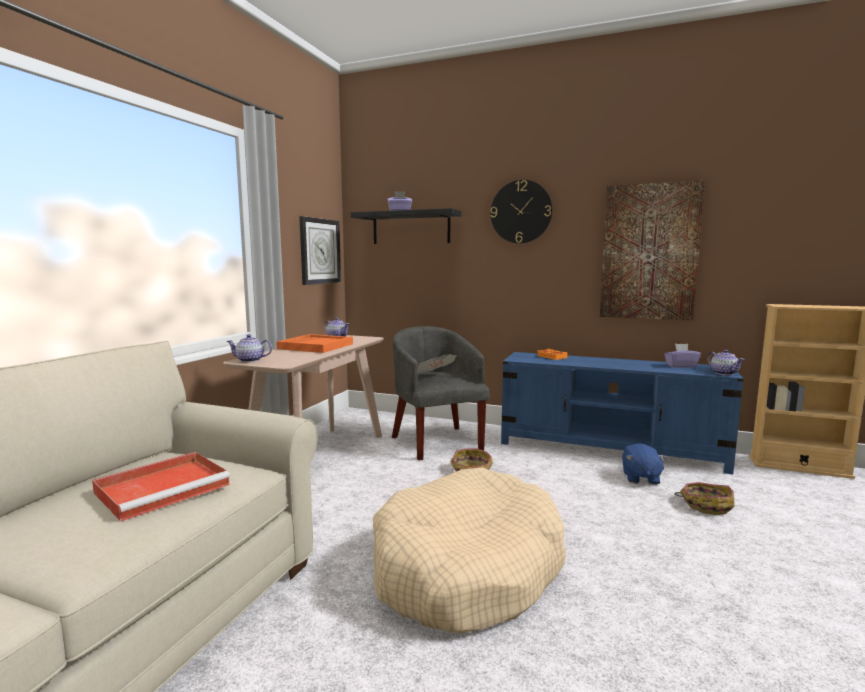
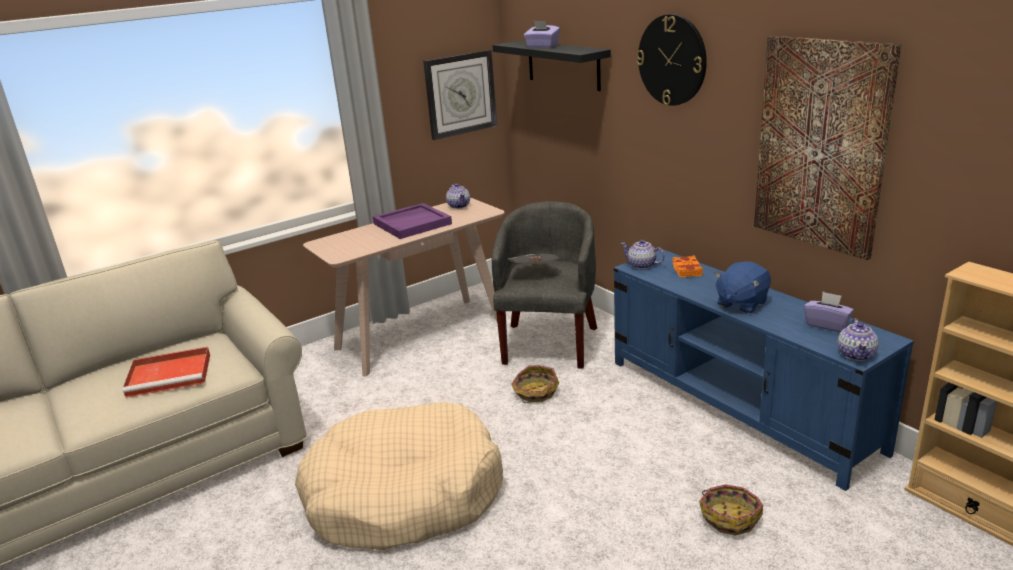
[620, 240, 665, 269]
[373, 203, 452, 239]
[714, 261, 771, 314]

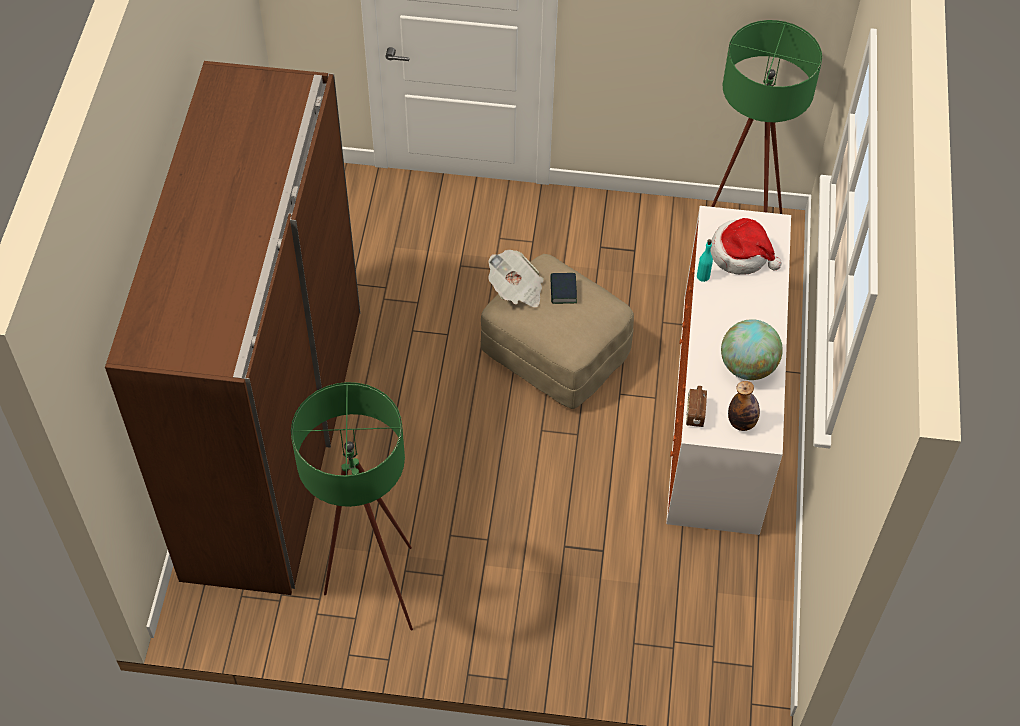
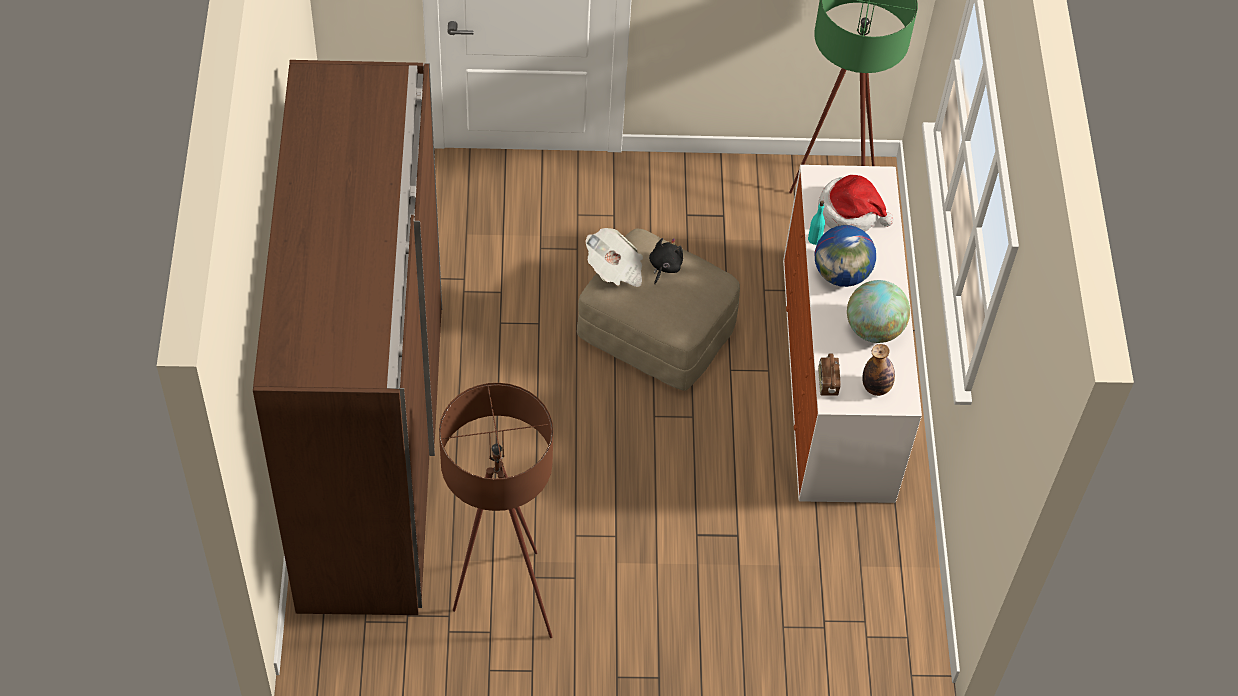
[439, 383, 553, 638]
[649, 238, 683, 284]
[815, 225, 876, 287]

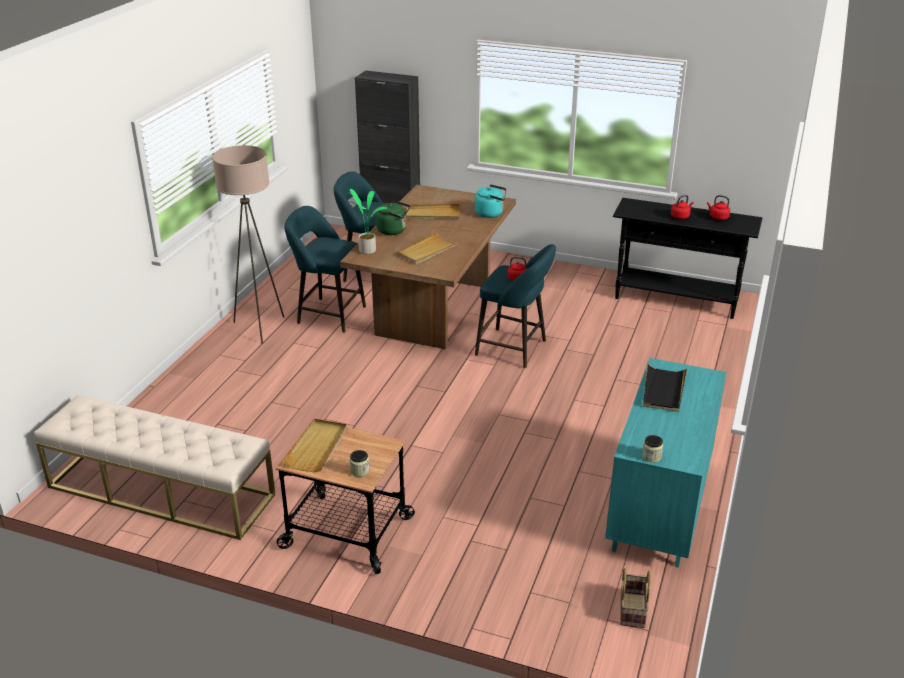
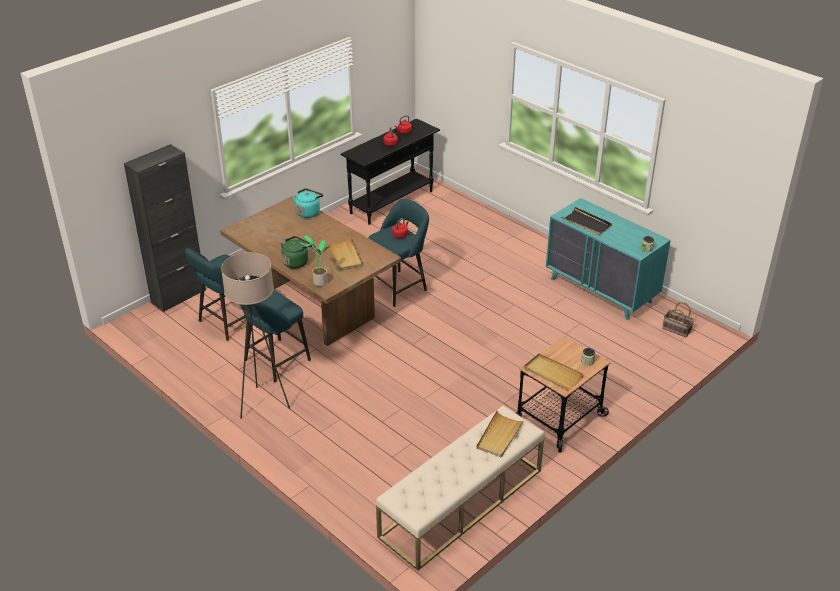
[476, 411, 525, 458]

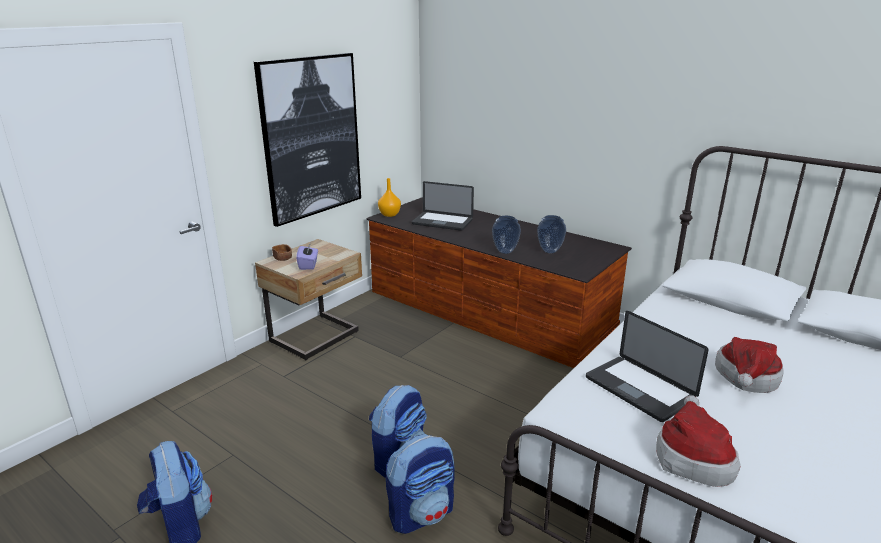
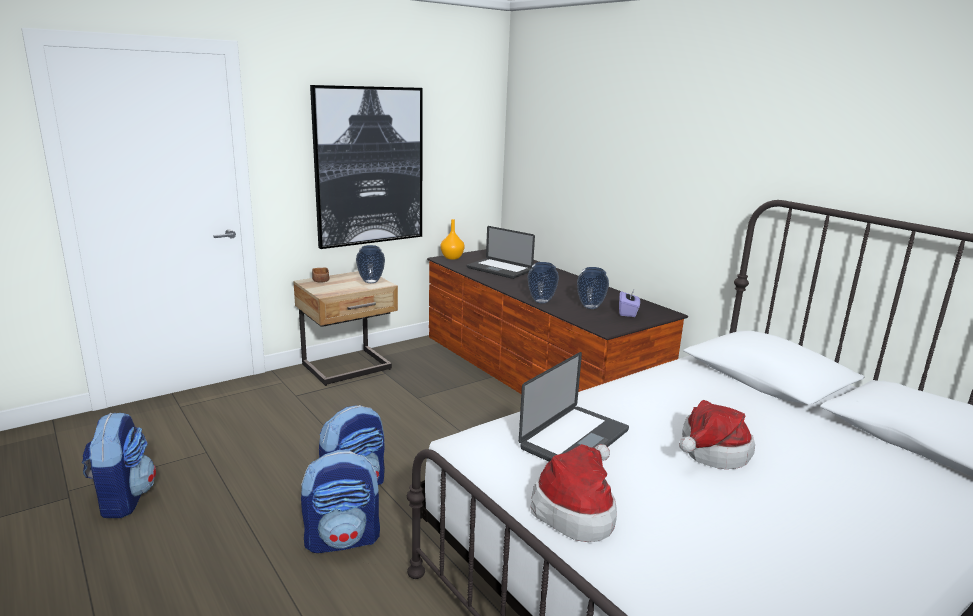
[619, 290, 640, 317]
[519, 352, 629, 461]
[356, 245, 385, 283]

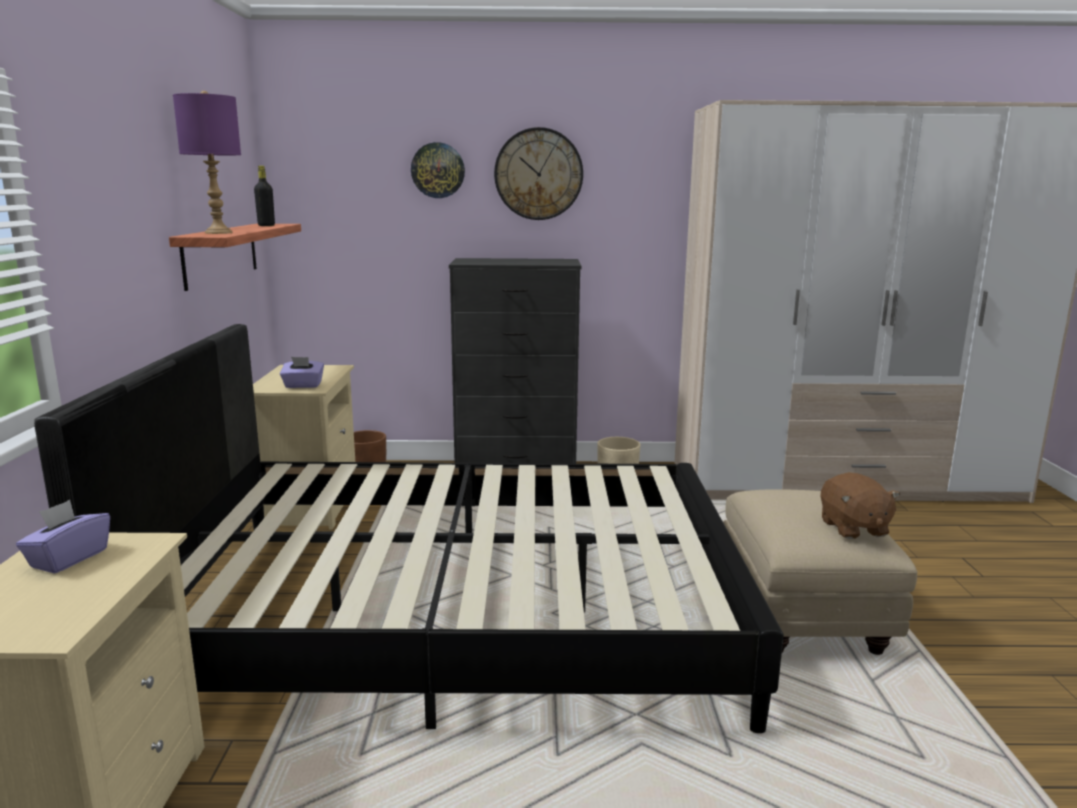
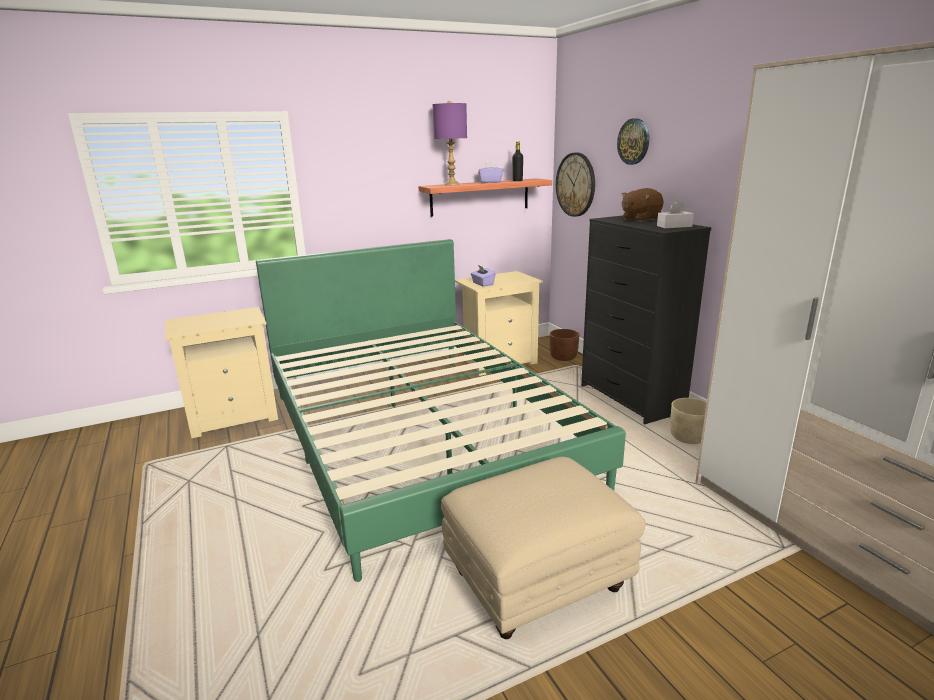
[478, 162, 503, 183]
[256, 239, 626, 582]
[556, 152, 595, 217]
[621, 188, 664, 222]
[657, 200, 694, 228]

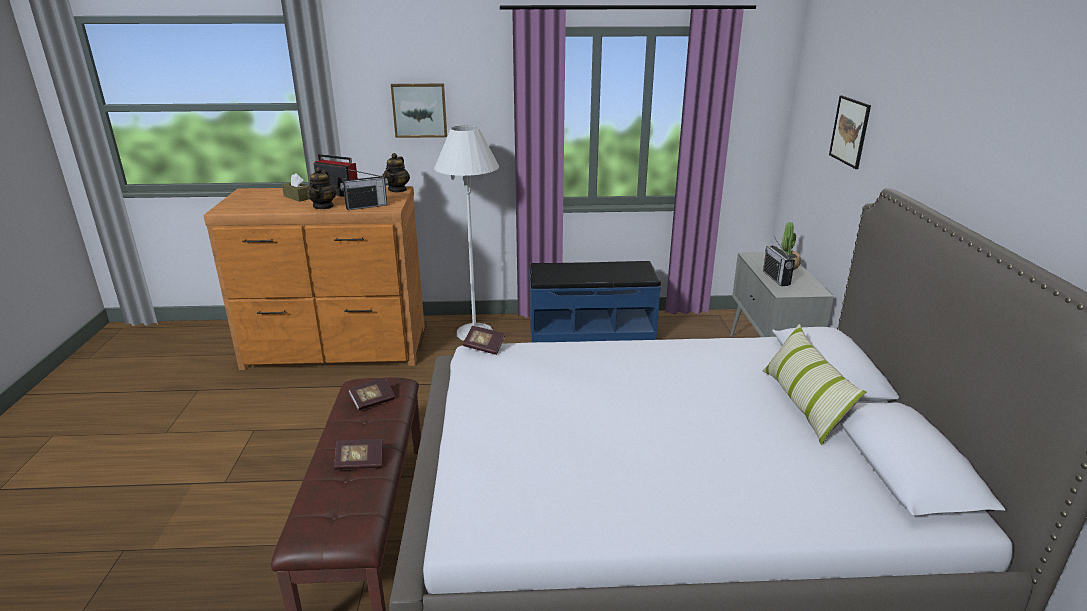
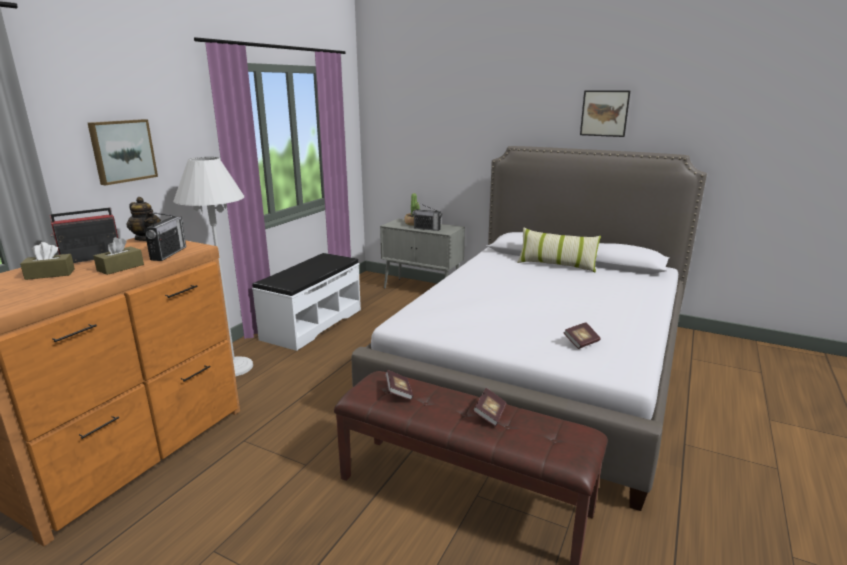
[93, 237, 144, 275]
[563, 322, 601, 349]
[252, 253, 361, 351]
[580, 90, 630, 137]

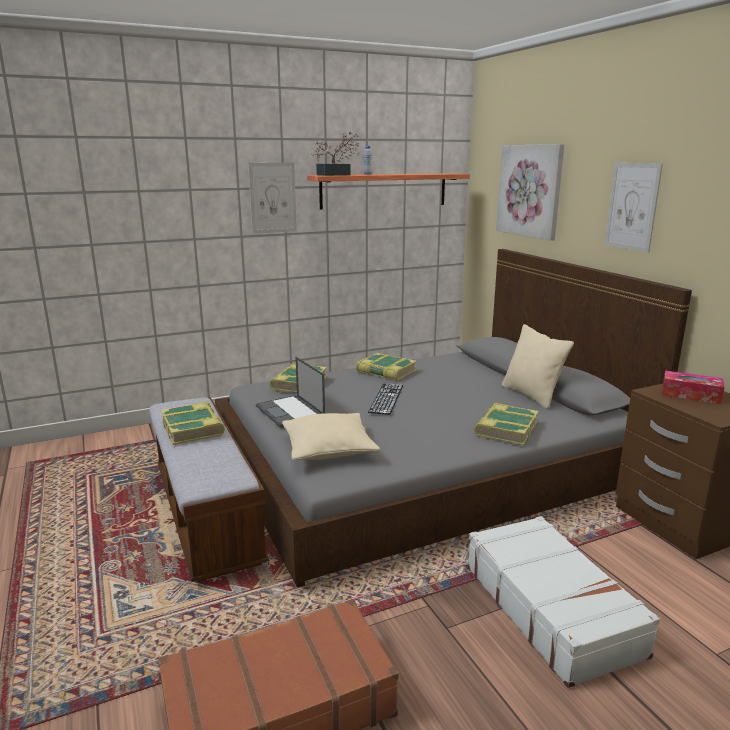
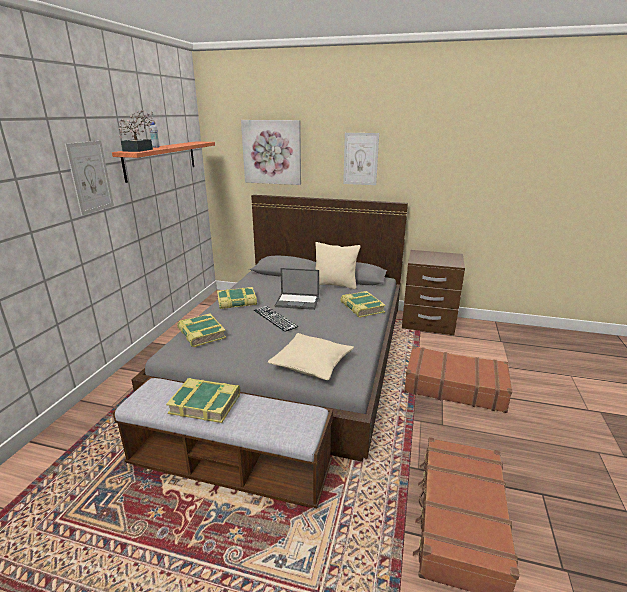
[275, 268, 319, 310]
[404, 346, 512, 413]
[662, 370, 725, 404] (first image)

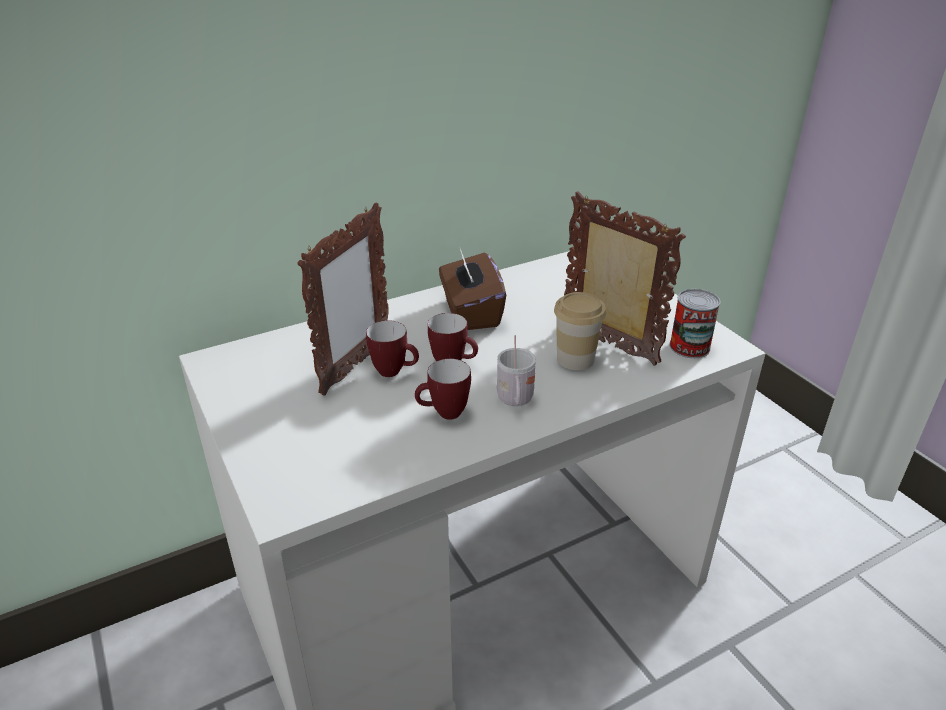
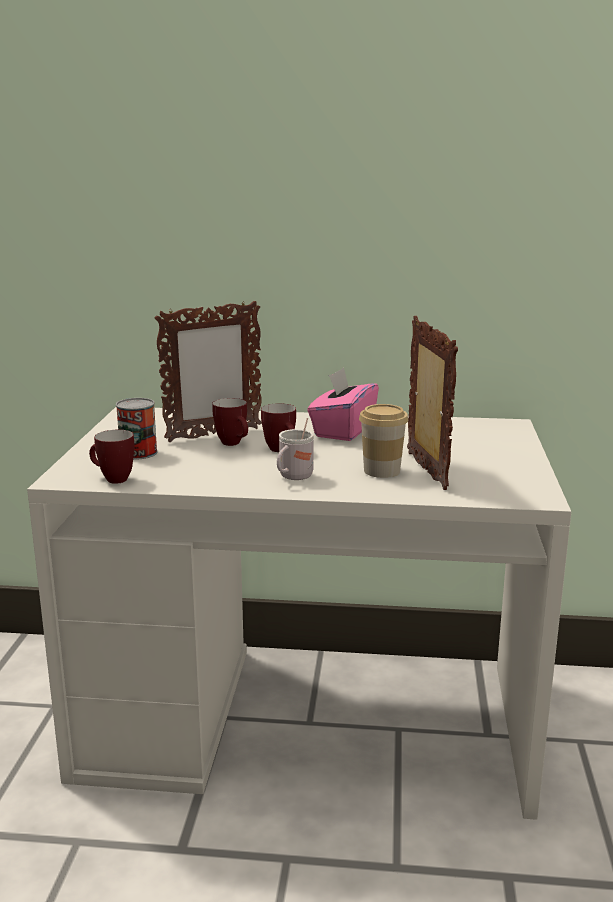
[89, 430, 134, 484]
[307, 367, 379, 441]
[116, 398, 158, 460]

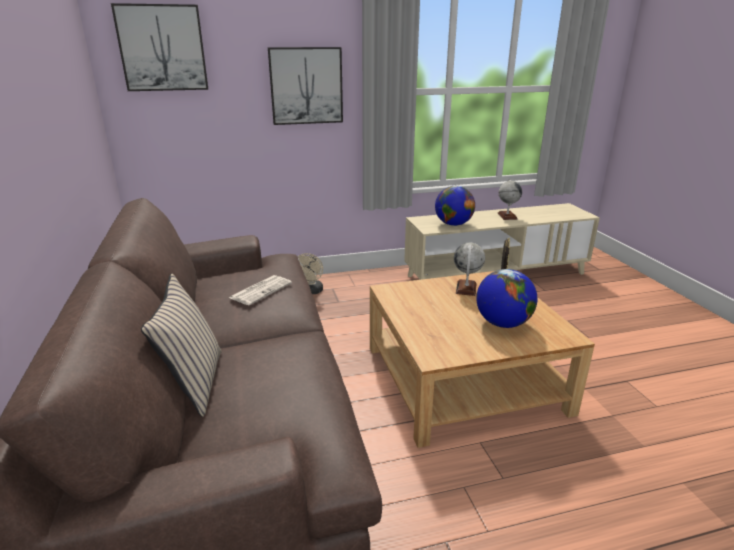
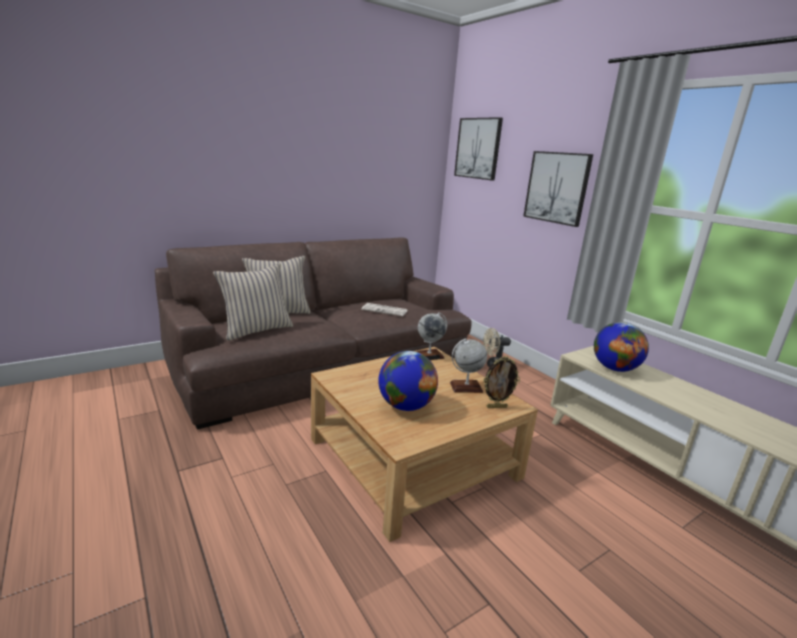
[416, 312, 447, 360]
[213, 263, 293, 341]

